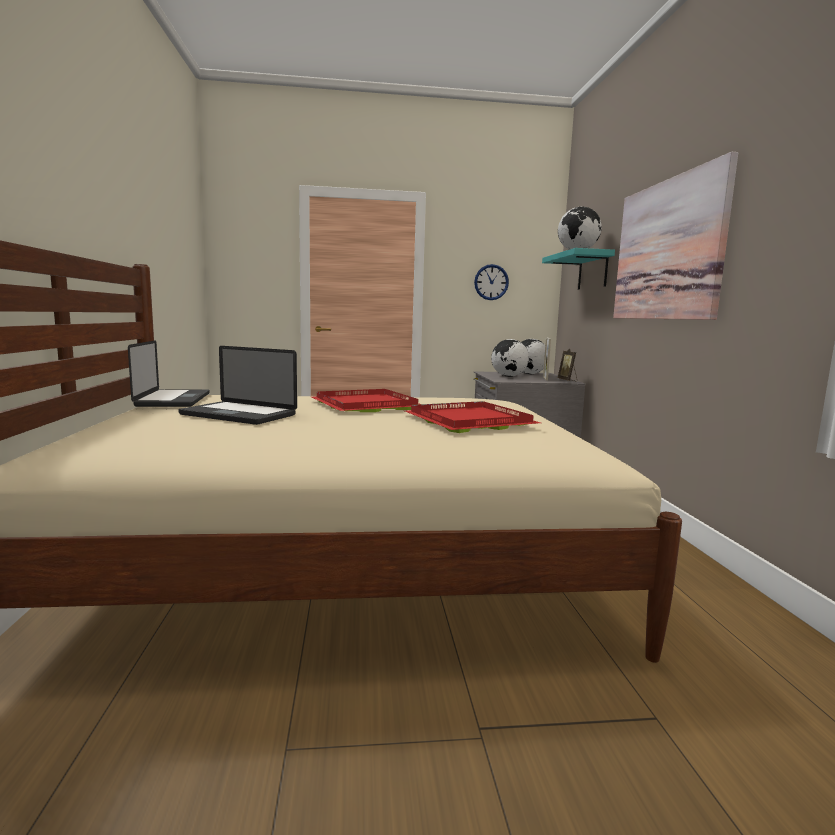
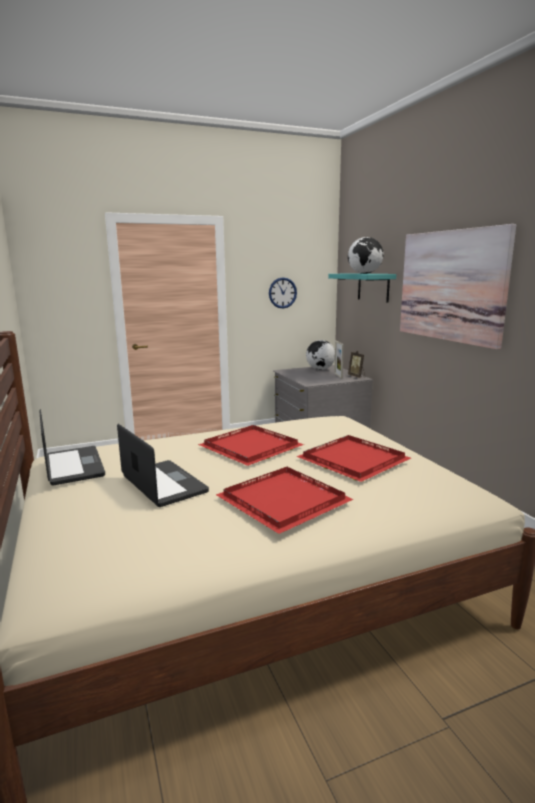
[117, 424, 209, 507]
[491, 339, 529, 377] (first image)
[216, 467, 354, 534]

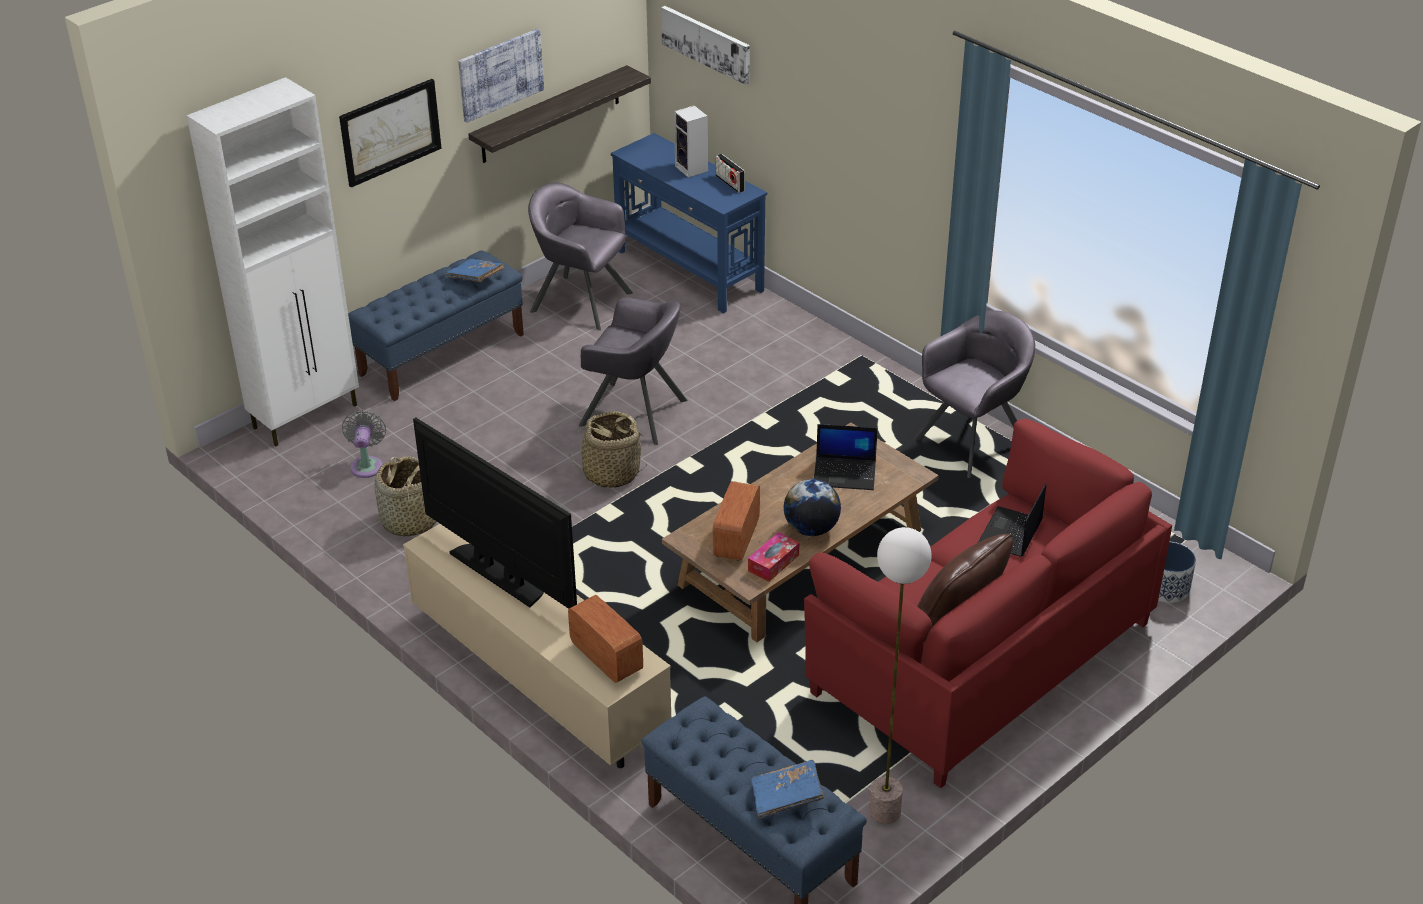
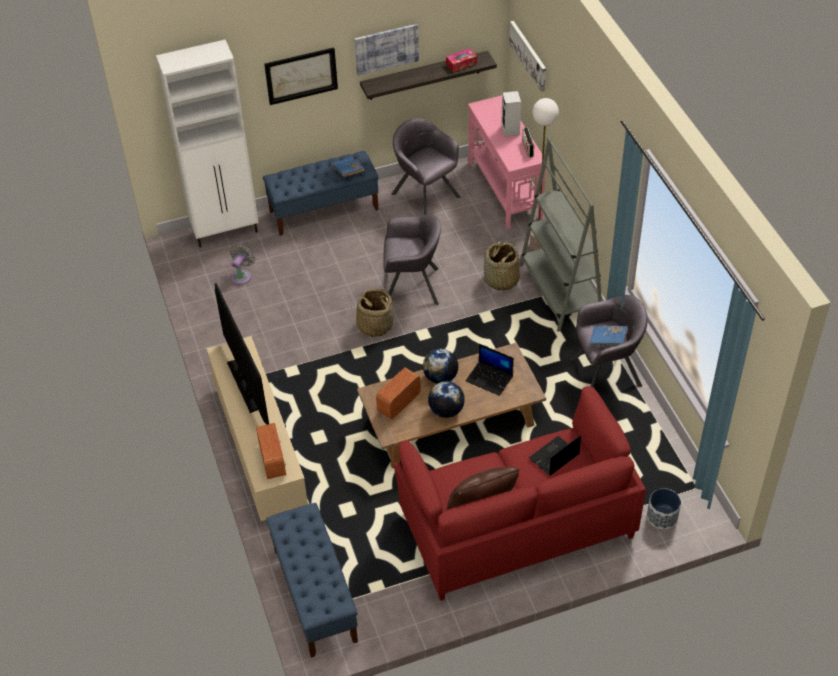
[484, 241, 520, 292]
[383, 214, 441, 305]
[468, 95, 547, 229]
[446, 49, 477, 72]
[589, 326, 628, 346]
[530, 98, 559, 250]
[423, 349, 458, 384]
[519, 137, 602, 332]

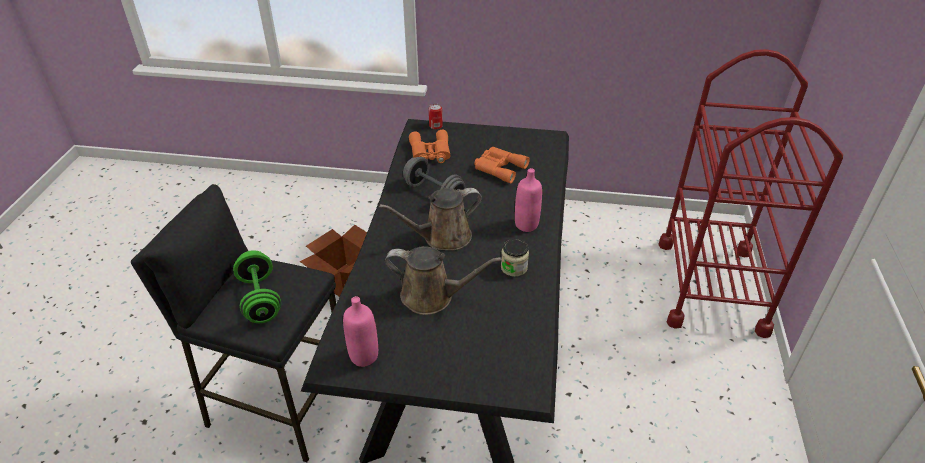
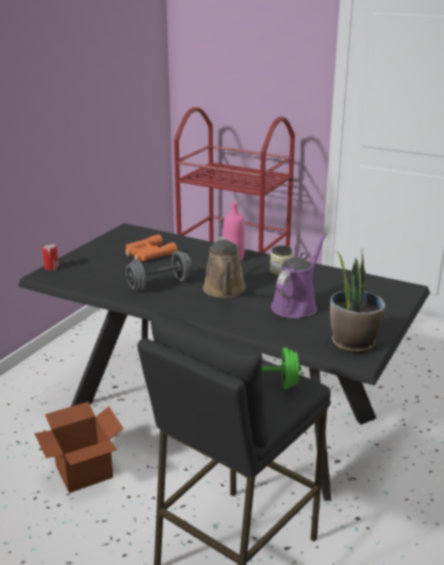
[330, 248, 385, 353]
[271, 233, 327, 318]
[409, 130, 451, 163] (first image)

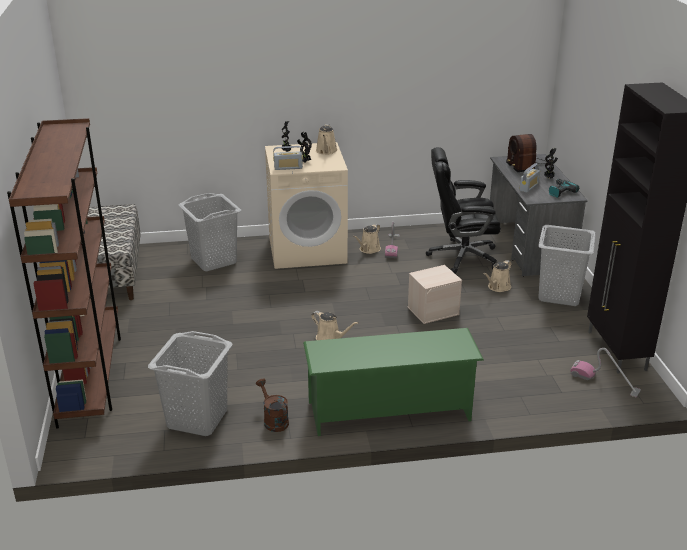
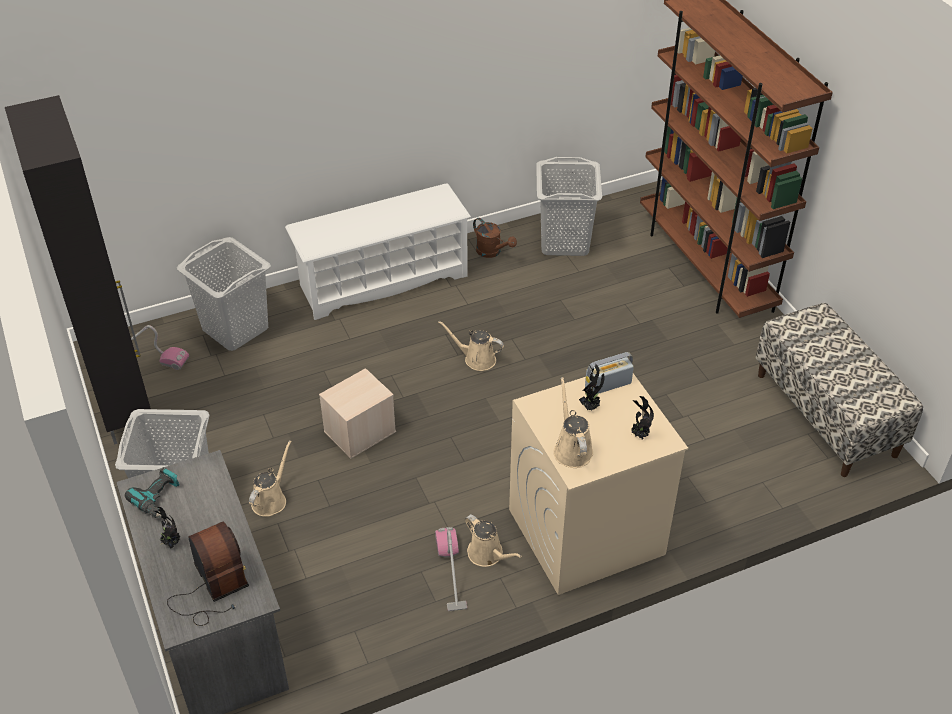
[177, 237, 271, 351]
[285, 183, 471, 320]
[465, 514, 522, 567]
[426, 147, 501, 274] (first image)
[519, 163, 540, 193] (first image)

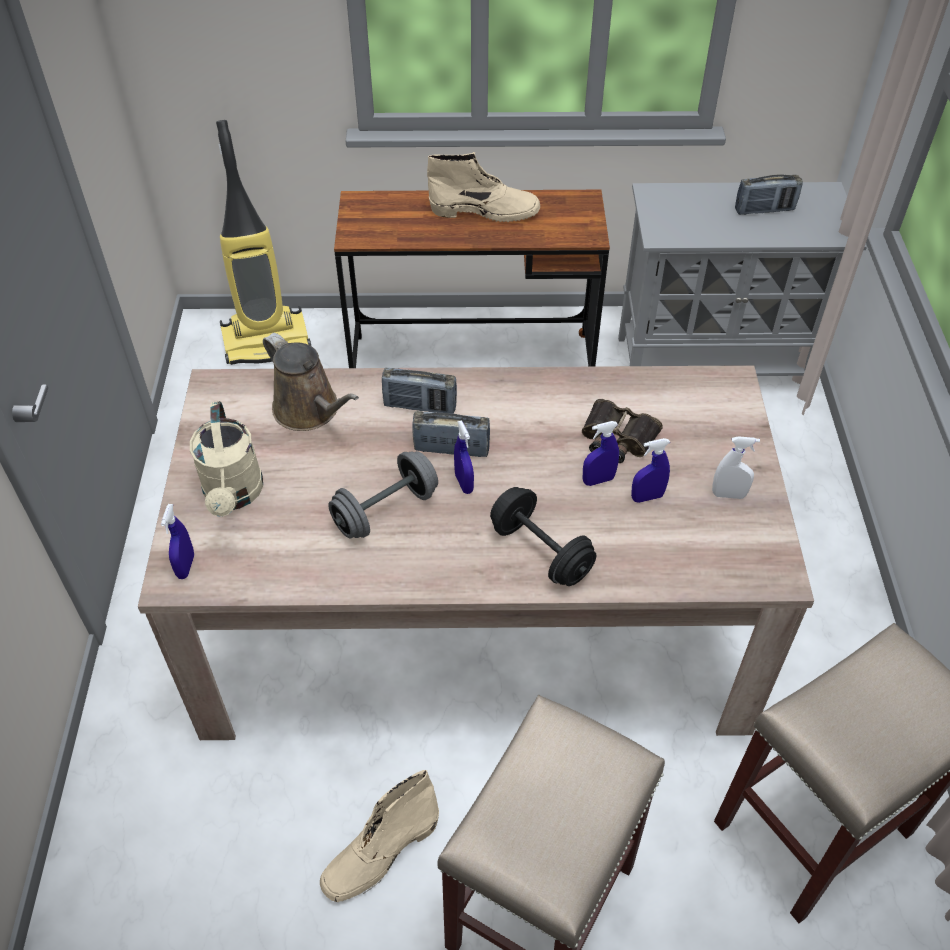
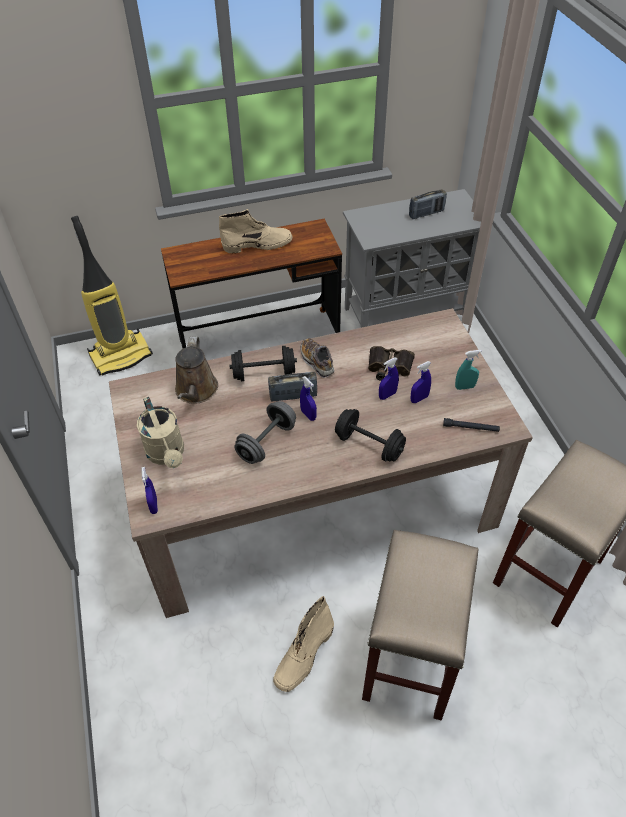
[175, 337, 218, 404]
[229, 346, 297, 381]
[455, 350, 482, 390]
[301, 338, 334, 378]
[443, 418, 500, 432]

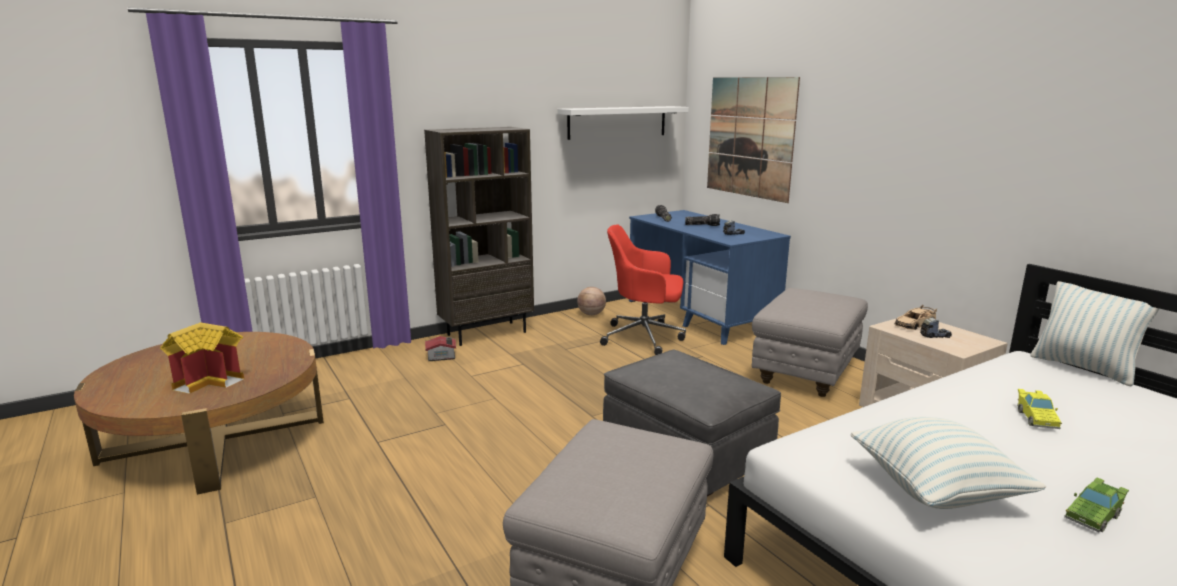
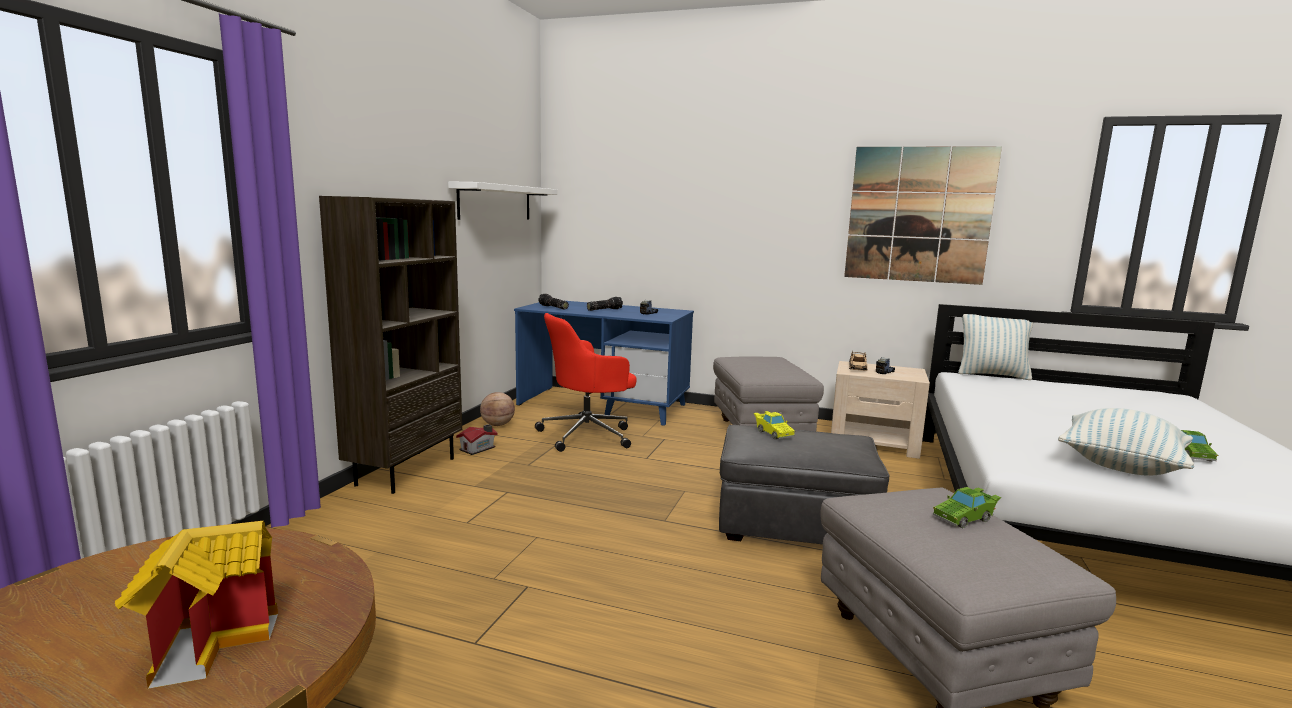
[456, 424, 498, 455]
[844, 147, 1002, 285]
[754, 411, 795, 439]
[933, 487, 1001, 529]

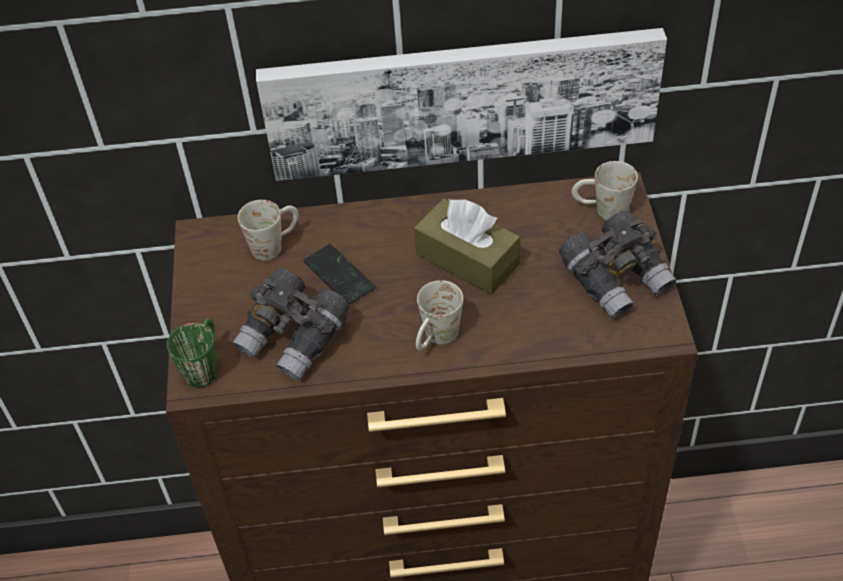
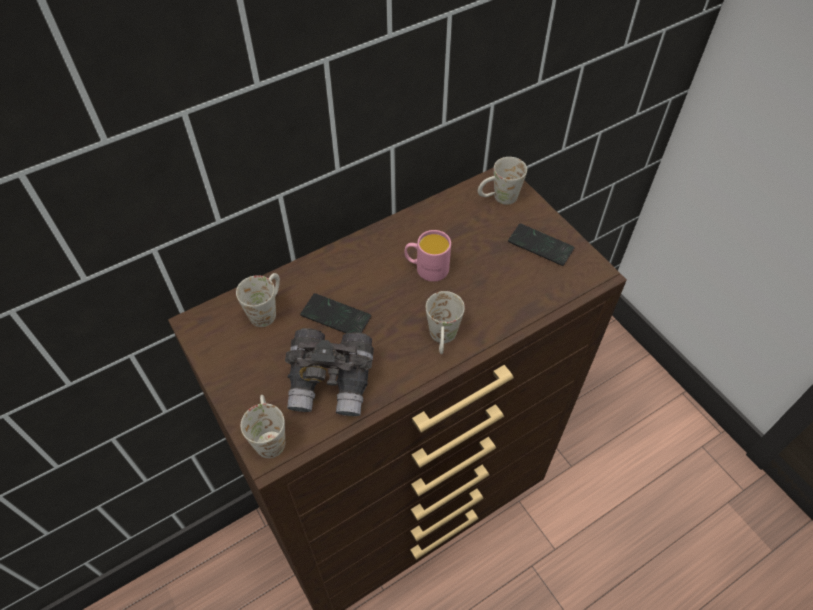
[241, 395, 285, 458]
[256, 28, 667, 181] (first image)
[404, 230, 451, 282]
[508, 223, 574, 266]

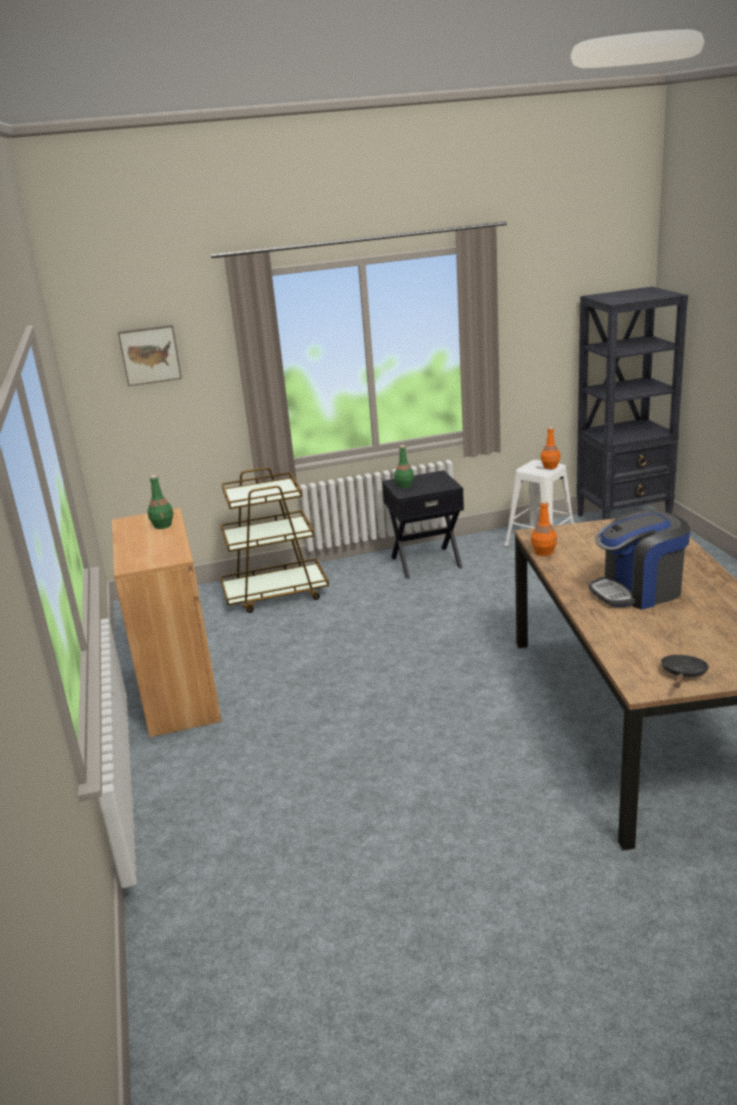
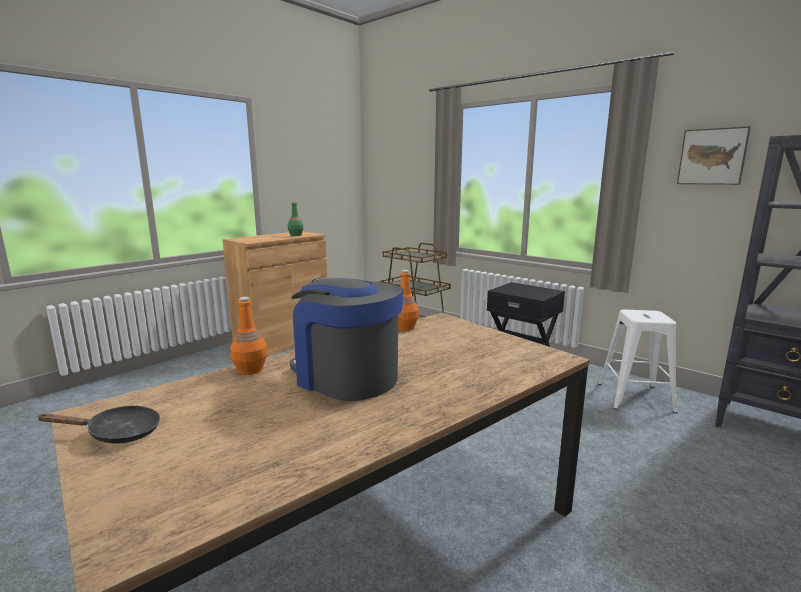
[677, 126, 751, 185]
[394, 445, 414, 488] (first image)
[230, 297, 267, 375]

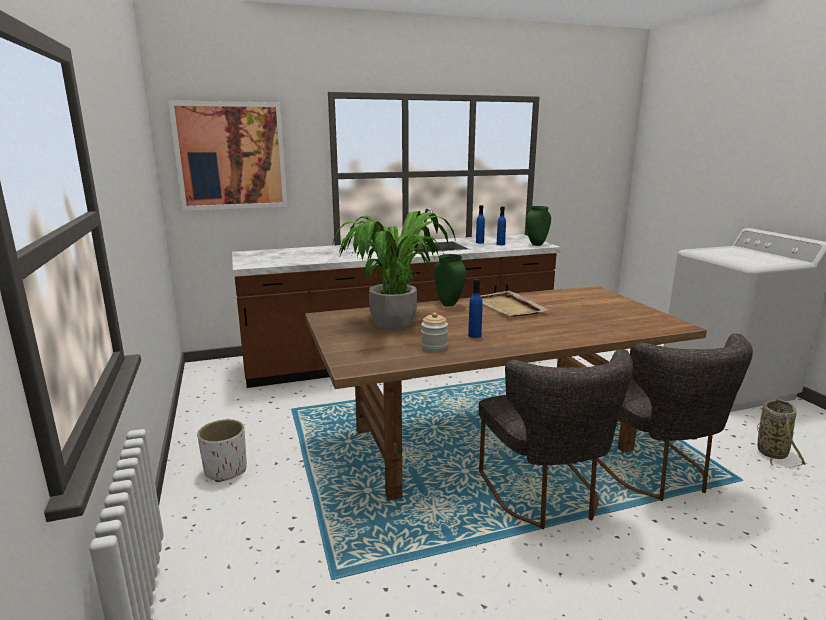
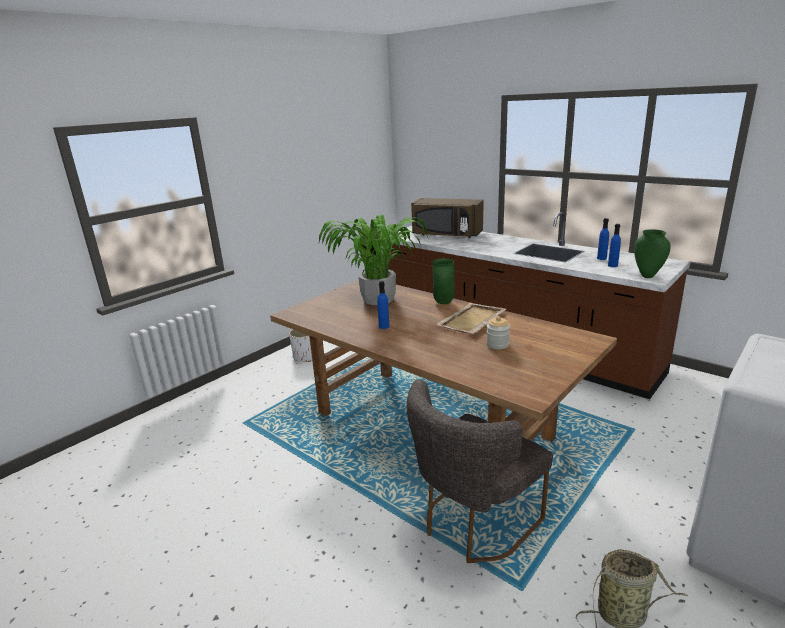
[168, 100, 287, 211] (first image)
[486, 316, 510, 349]
[479, 349, 633, 529] (first image)
[411, 198, 484, 238]

